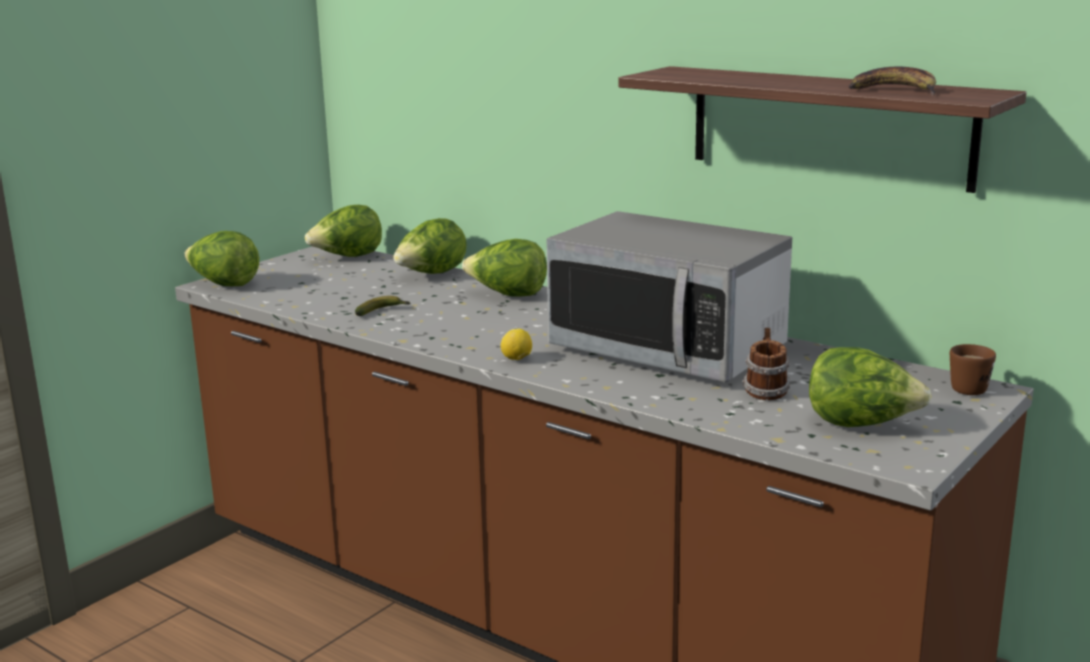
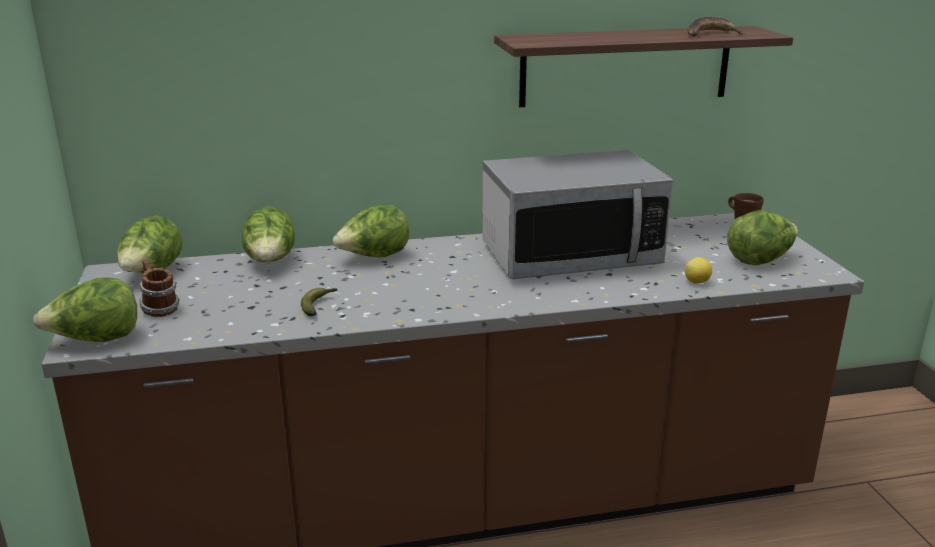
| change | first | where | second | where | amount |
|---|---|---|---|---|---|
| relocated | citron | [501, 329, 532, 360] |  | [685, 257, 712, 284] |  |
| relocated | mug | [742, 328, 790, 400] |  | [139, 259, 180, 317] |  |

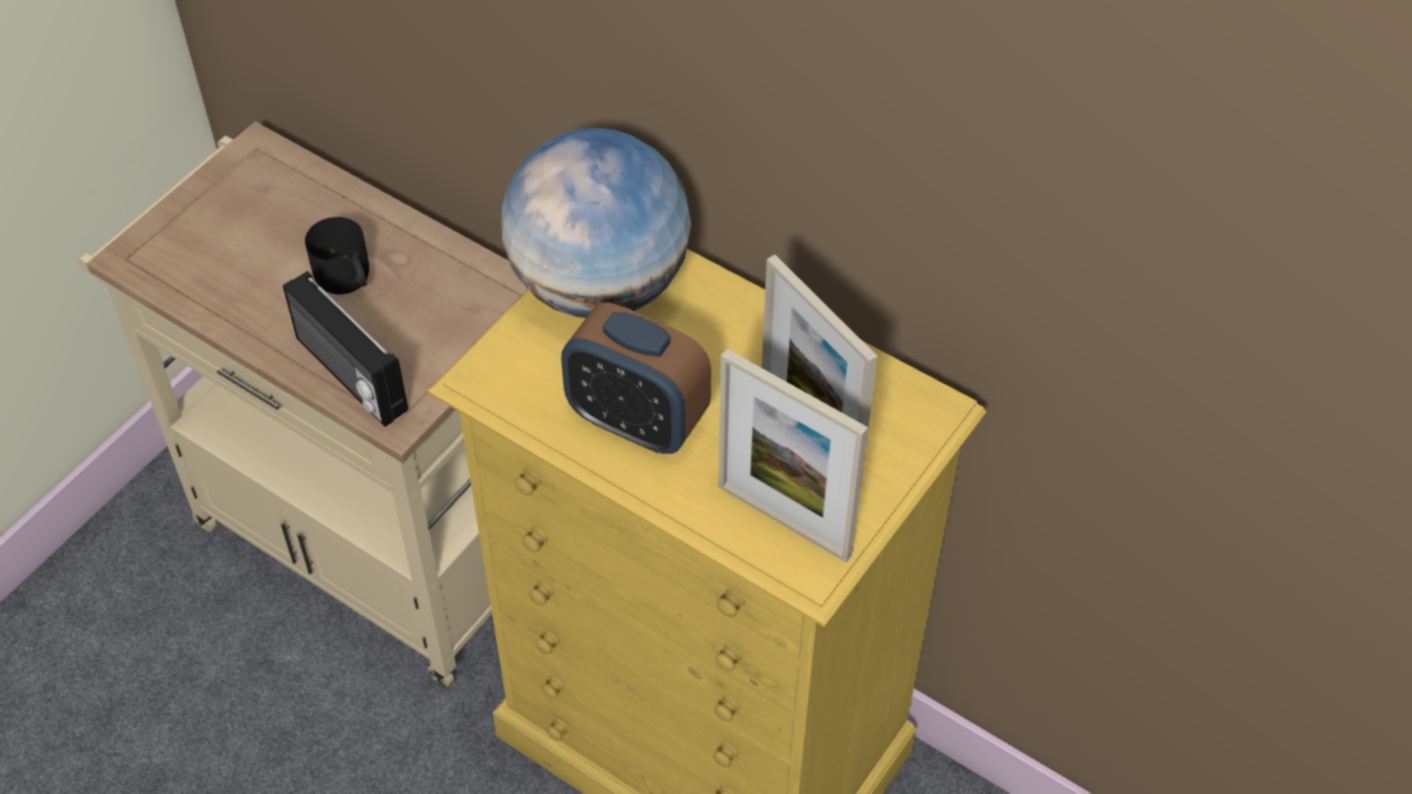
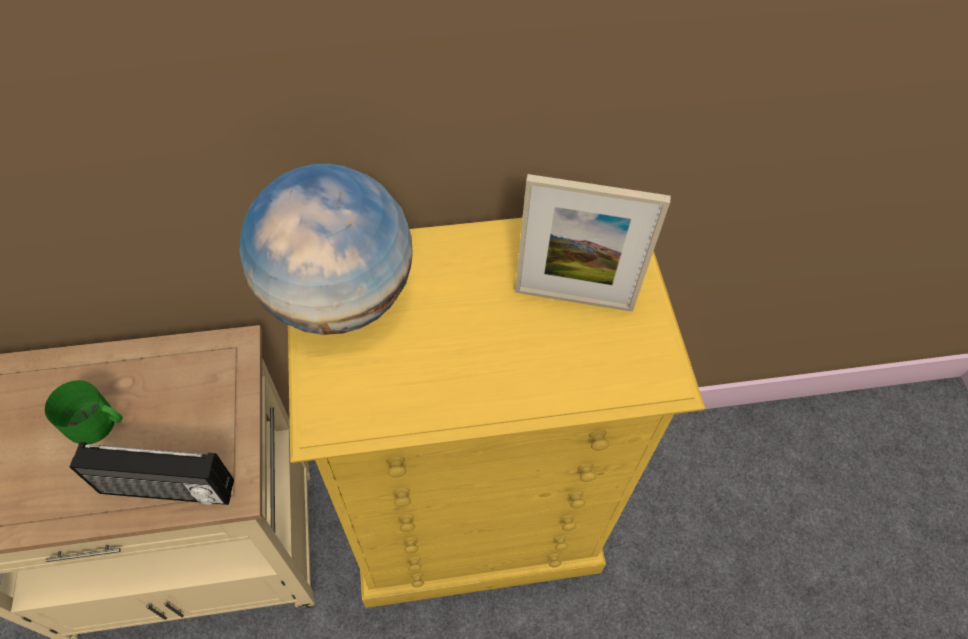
| change | first | where | second | where | amount |
|---|---|---|---|---|---|
| colour | mug [noir] | [305, 217, 369, 294] | mug [vert] | [45, 380, 123, 444] |  |
| missing | réveil | [561, 302, 711, 454] |  |  |  |
| missing | cadre photo | [718, 349, 868, 562] |  |  |  |

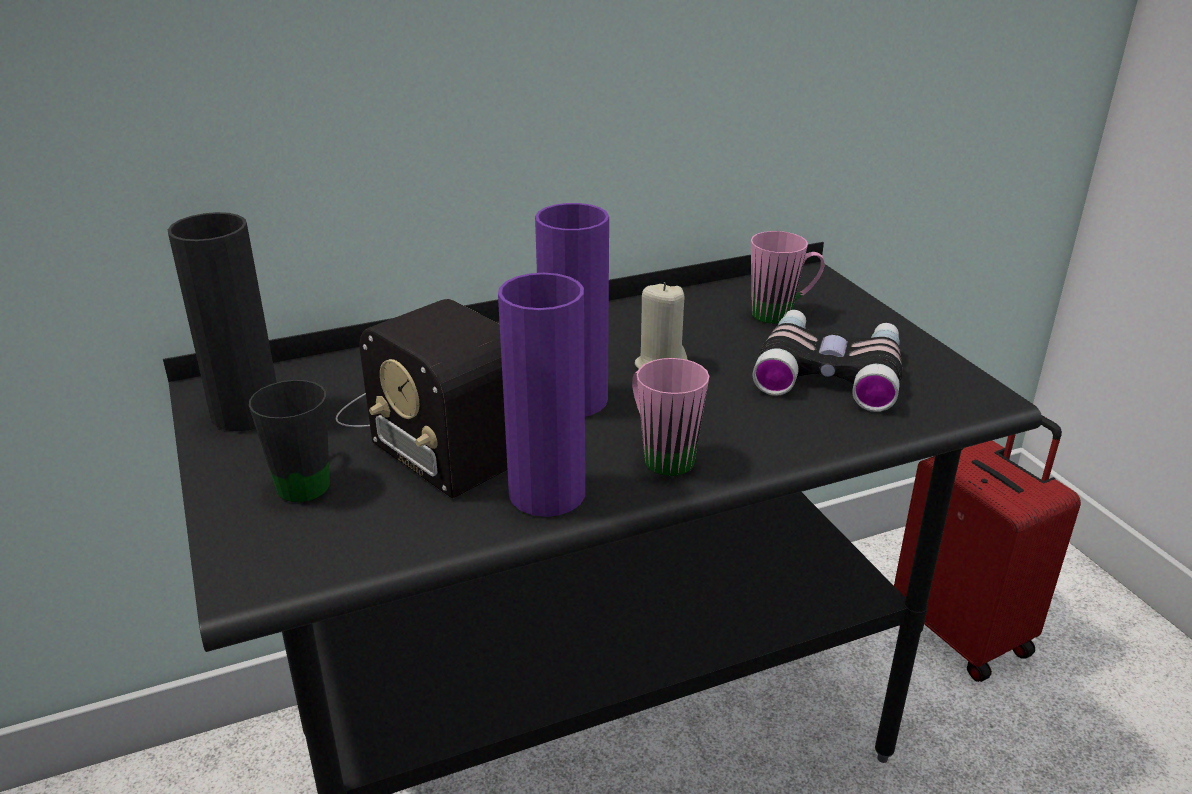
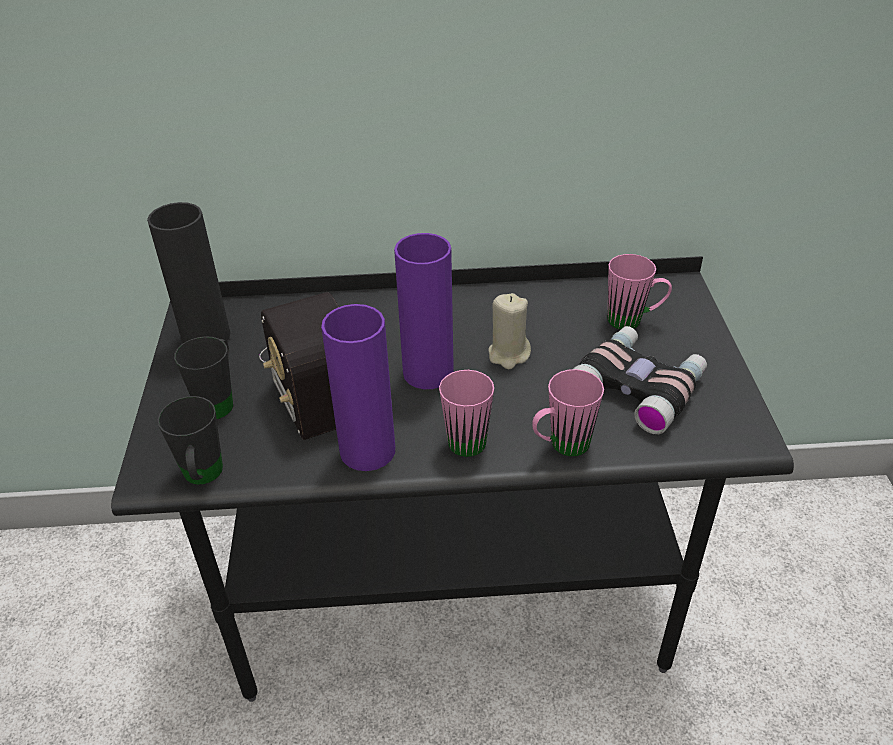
| change | first | where | second | where | amount |
|---|---|---|---|---|---|
| missing | valise [rouge] | [894, 415, 1081, 682] |  |  |  |
| appeared |  |  | mug [noir] | [158, 396, 223, 485] |  |
| appeared |  |  | mug [rose] | [532, 369, 604, 457] |  |

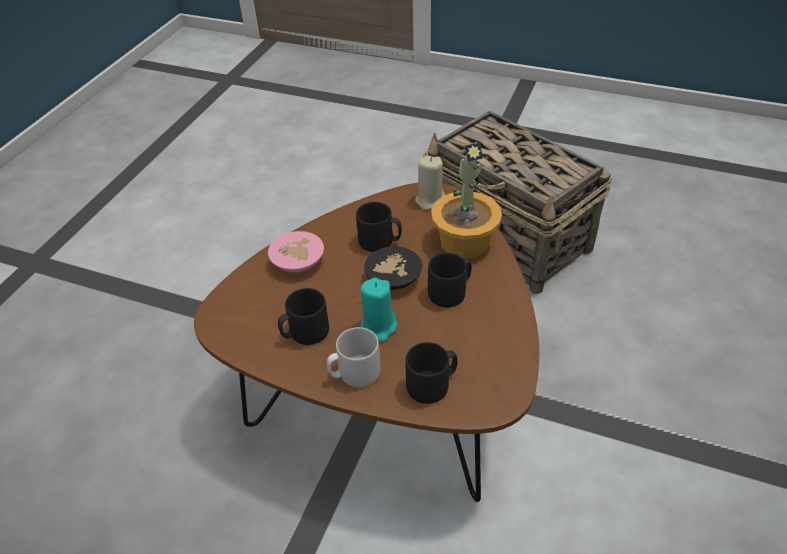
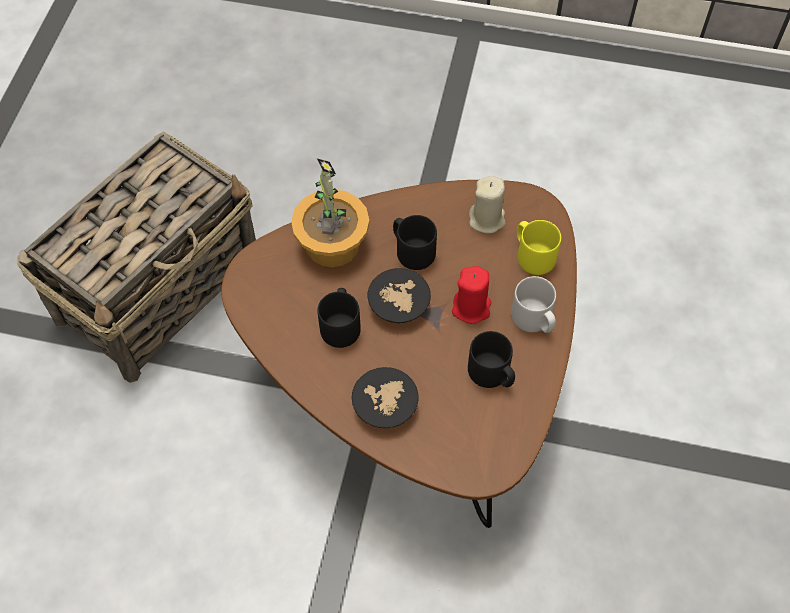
| change | first | where | second | where | amount |
|---|---|---|---|---|---|
| colour | bol [rose] | [268, 231, 324, 272] | bol [noir] | [352, 367, 418, 428] |  |
| colour | bougie [turquoise] | [360, 277, 397, 342] | bougie [rouge] | [452, 266, 491, 324] |  |
| colour | mug [noir] | [405, 342, 458, 404] | mug [jaune] | [517, 220, 561, 275] |  |
| relocated | bougie [beige] | [415, 156, 445, 210] |  | [469, 176, 506, 234] |  |

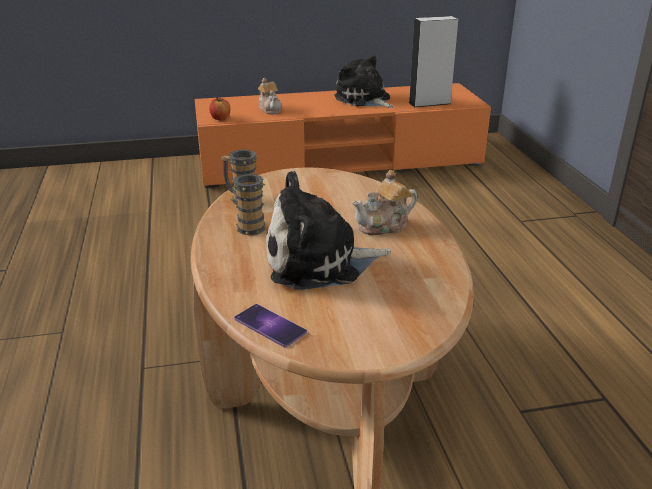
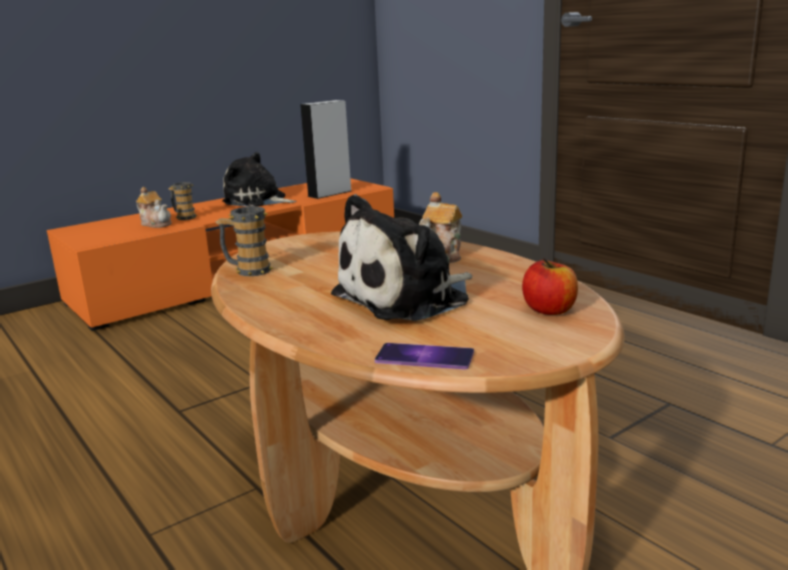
| change | first | where | second | where | amount |
|---|---|---|---|---|---|
| relocated | pomme | [209, 97, 230, 120] |  | [522, 258, 578, 315] |  |
| relocated | mug | [233, 174, 267, 235] |  | [169, 182, 197, 220] |  |

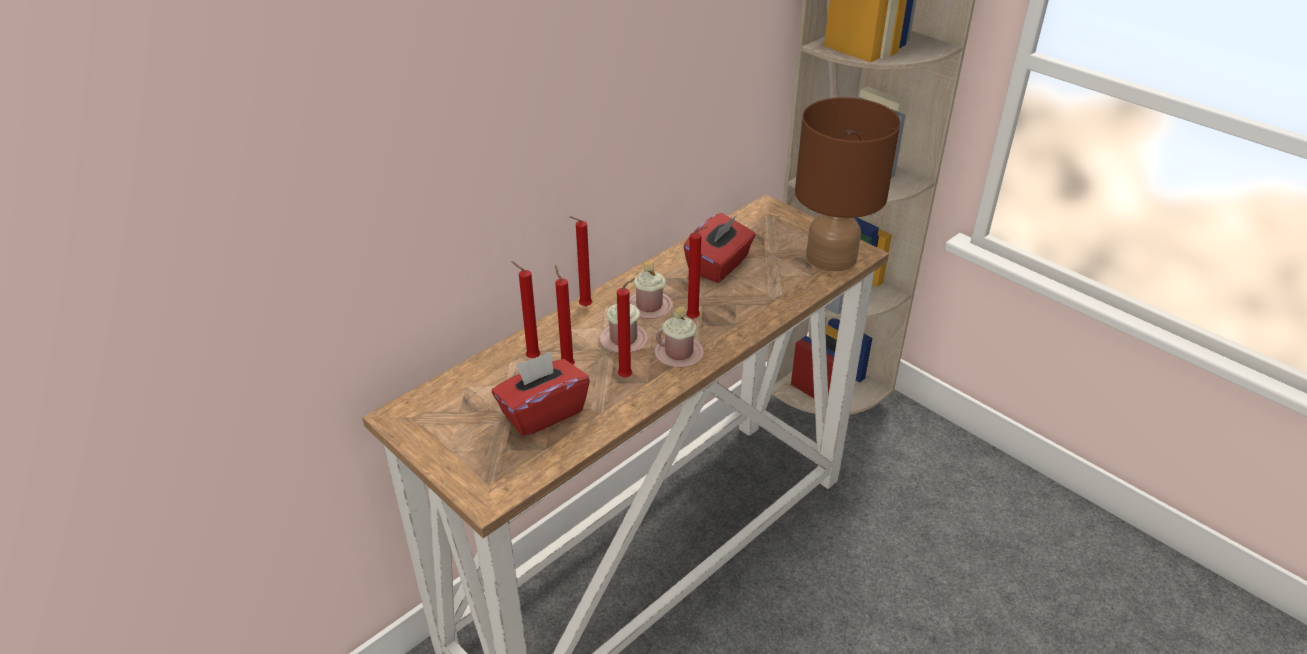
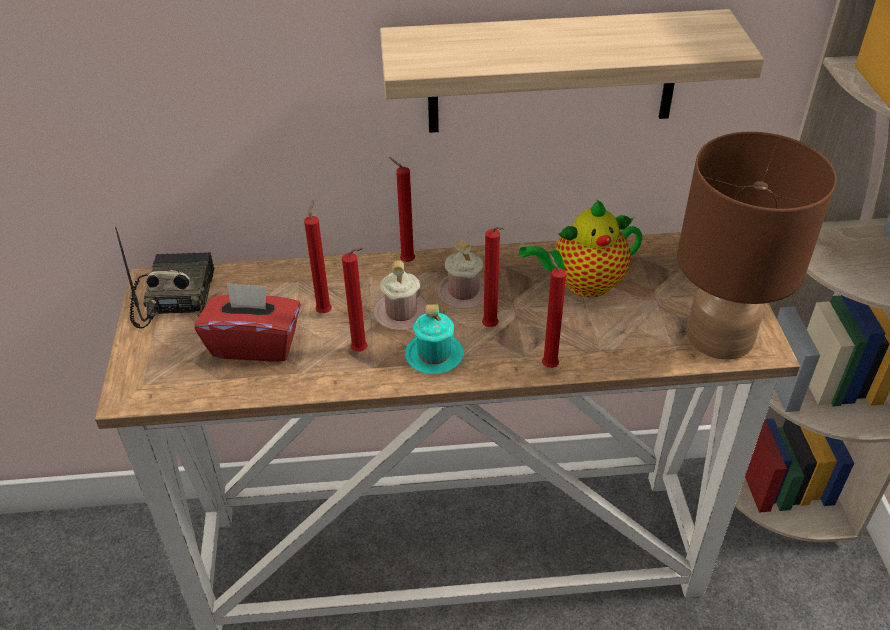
| change | first | where | second | where | amount |
|---|---|---|---|---|---|
| relocated | bougie [rouge] | [511, 261, 540, 358] |  | [542, 253, 566, 368] |  |
| colour | mug [rose] | [654, 306, 704, 368] | mug [turquoise] | [405, 304, 464, 374] |  |
| exchanged | boîte à mouchoirs [rouge] | [684, 213, 755, 283] | théière | [519, 200, 642, 297] |  |
| appeared |  |  | radio | [115, 227, 214, 329] |  |
| appeared |  |  | étagère | [380, 9, 764, 133] |  |

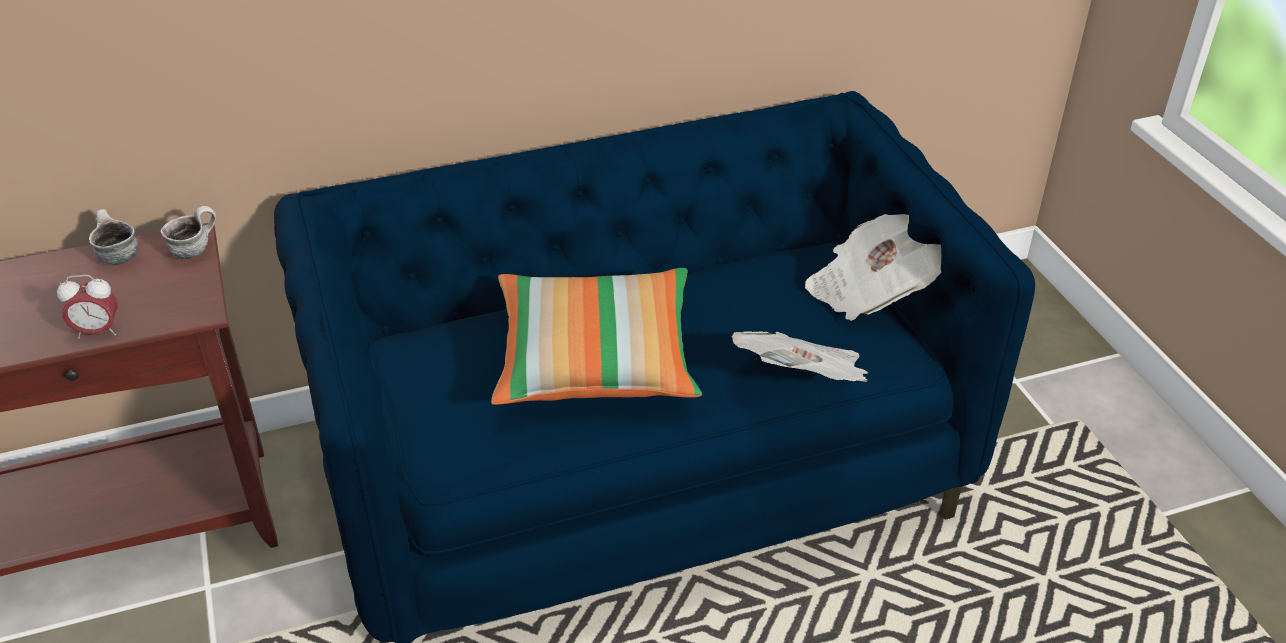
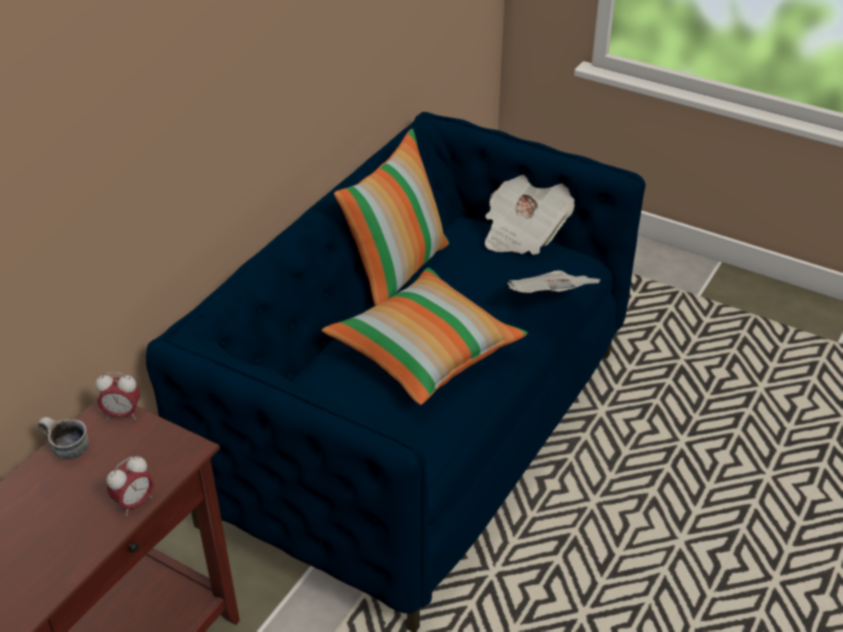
| change | first | where | second | where | amount |
|---|---|---|---|---|---|
| exchanged | mug | [161, 206, 216, 259] | réveil | [95, 372, 140, 420] |  |
| appeared |  |  | coussin | [334, 129, 449, 306] |  |

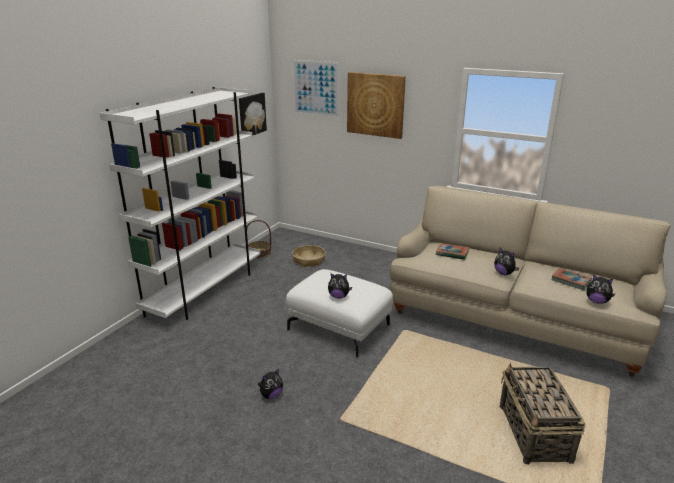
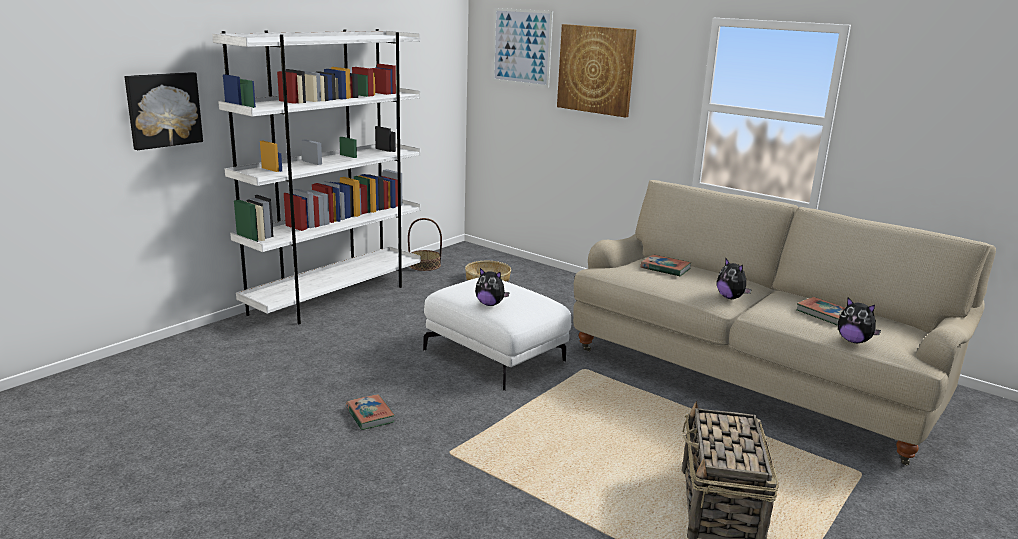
| change | first | where | second | where | amount |
|---|---|---|---|---|---|
| relocated | tableau | [239, 93, 267, 136] |  | [124, 72, 203, 150] |  |
| exchanged | peluche | [258, 369, 283, 399] | livre | [346, 394, 395, 430] |  |

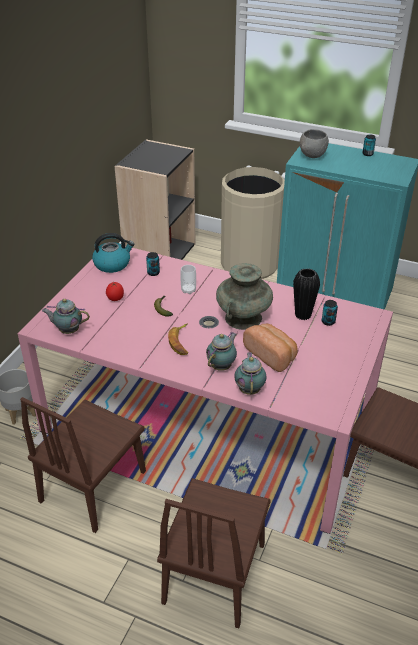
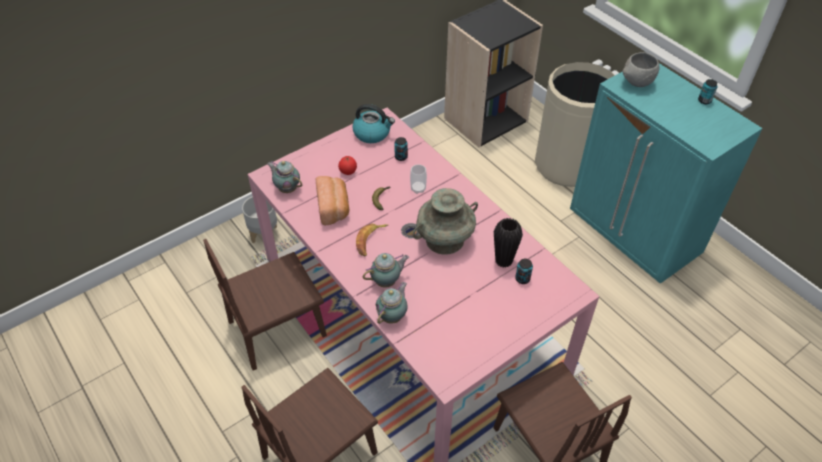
| change | first | where | second | where | amount |
|---|---|---|---|---|---|
| relocated | pain | [243, 324, 298, 372] |  | [316, 176, 349, 225] |  |

